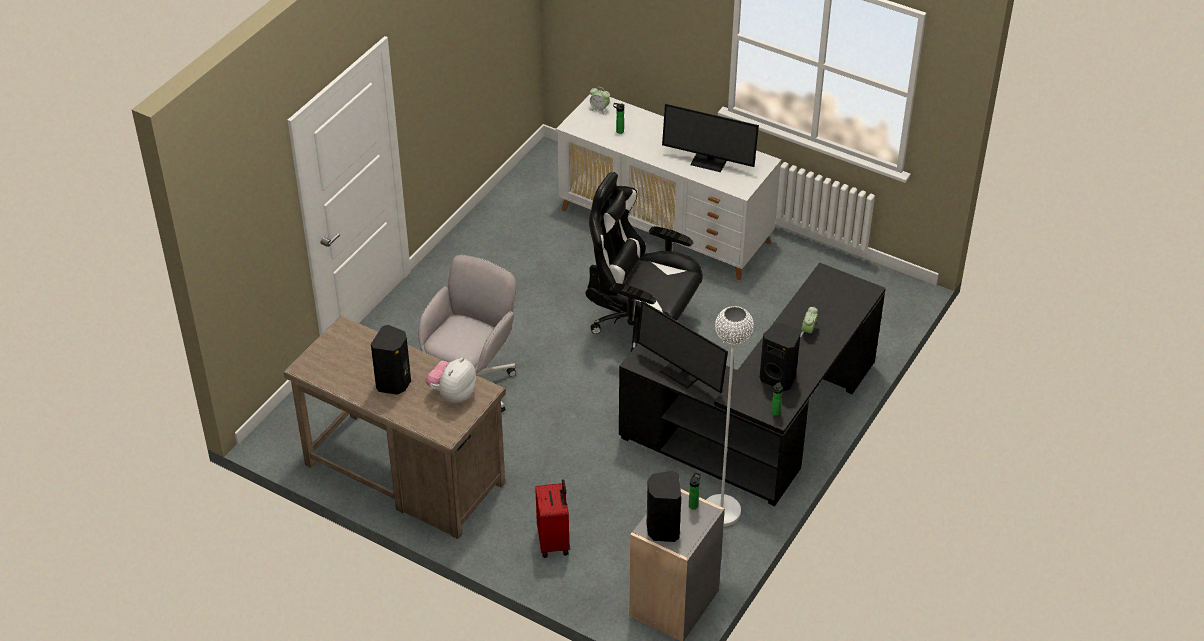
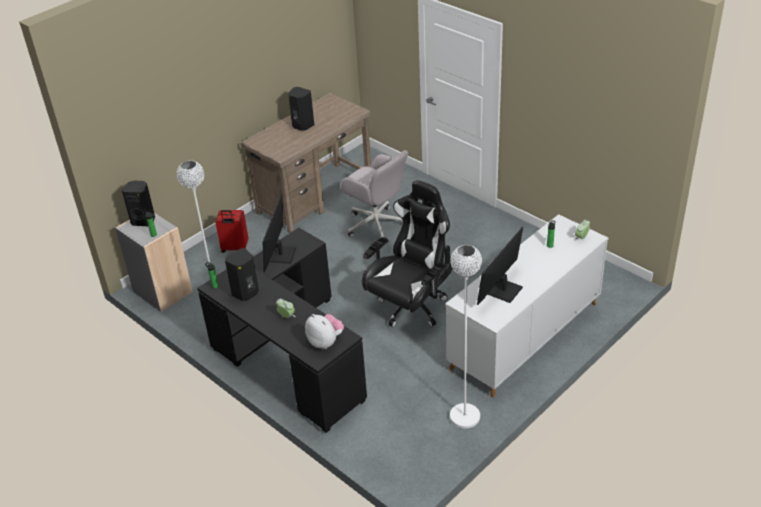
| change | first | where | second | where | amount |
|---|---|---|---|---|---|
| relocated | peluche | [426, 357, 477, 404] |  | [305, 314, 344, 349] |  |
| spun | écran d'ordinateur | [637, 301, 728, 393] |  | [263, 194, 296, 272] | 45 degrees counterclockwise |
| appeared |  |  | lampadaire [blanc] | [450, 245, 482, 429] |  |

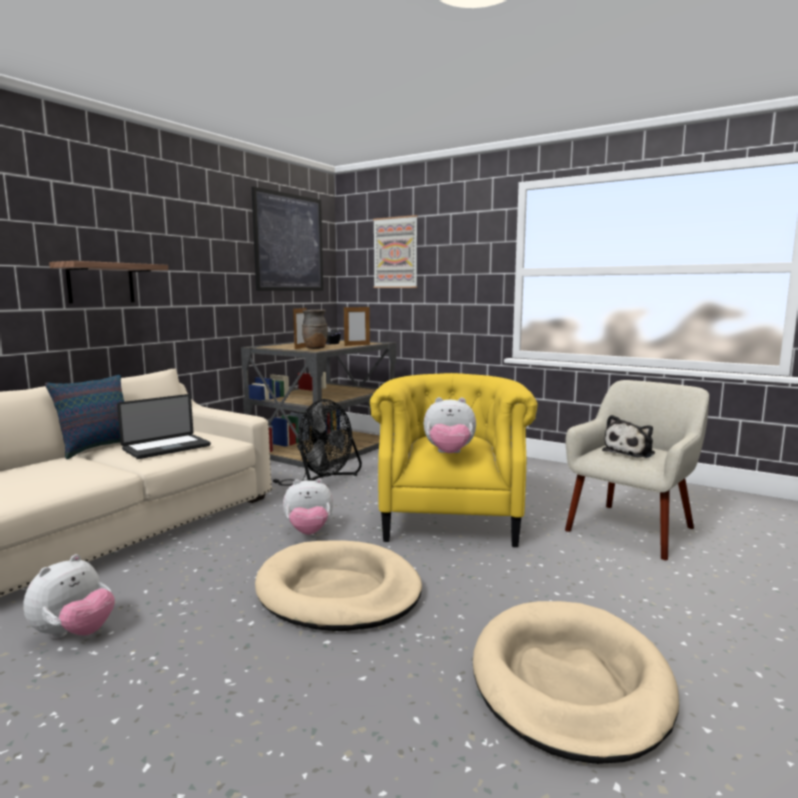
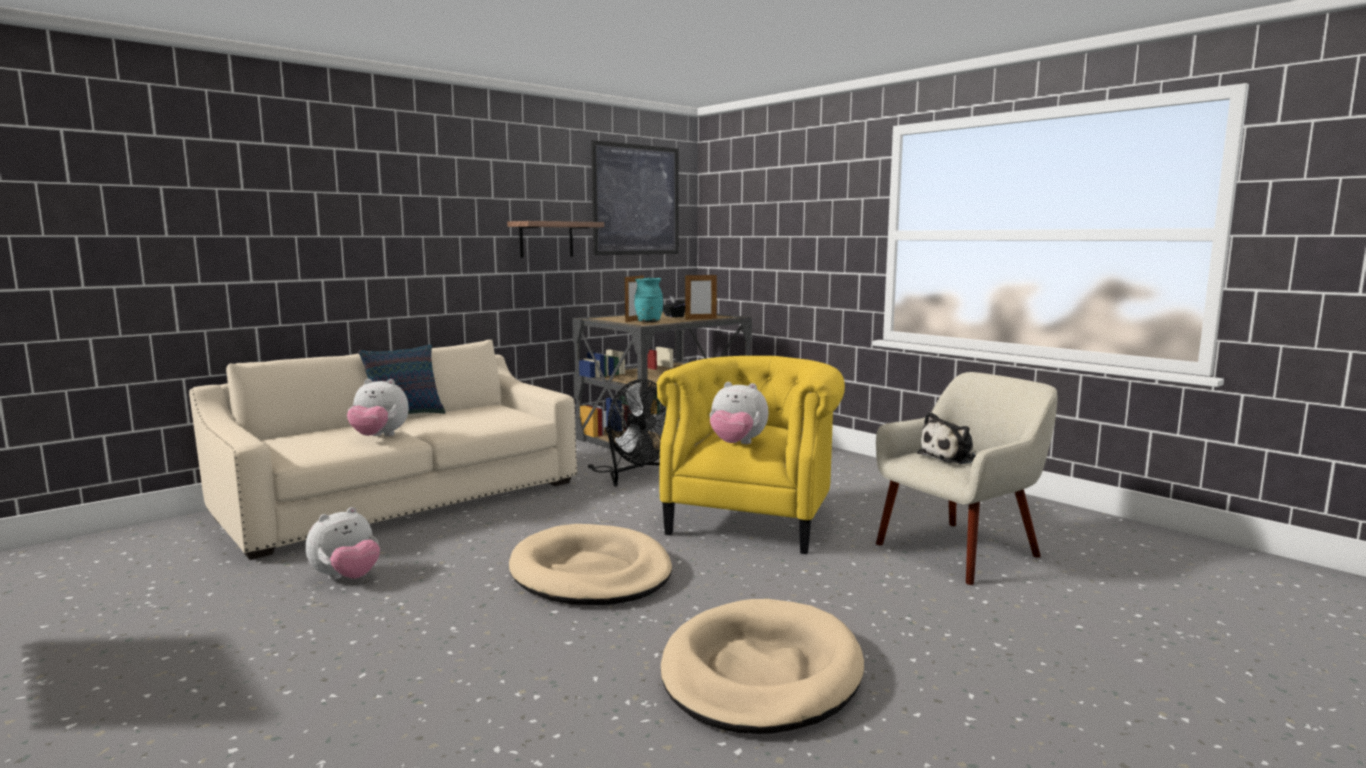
| change | first | where | second | where | amount |
|---|---|---|---|---|---|
| relocated | étagère | [49, 261, 168, 303] |  | [507, 221, 604, 258] |  |
| missing | ordinateur portable | [117, 394, 211, 459] |  |  |  |
| relocated | peluche | [283, 478, 333, 535] |  | [347, 379, 409, 436] |  |
| colour | vase [marron] | [302, 310, 328, 349] | vase [turquoise] | [635, 278, 663, 322] |  |
| missing | tableau | [373, 215, 418, 288] |  |  |  |

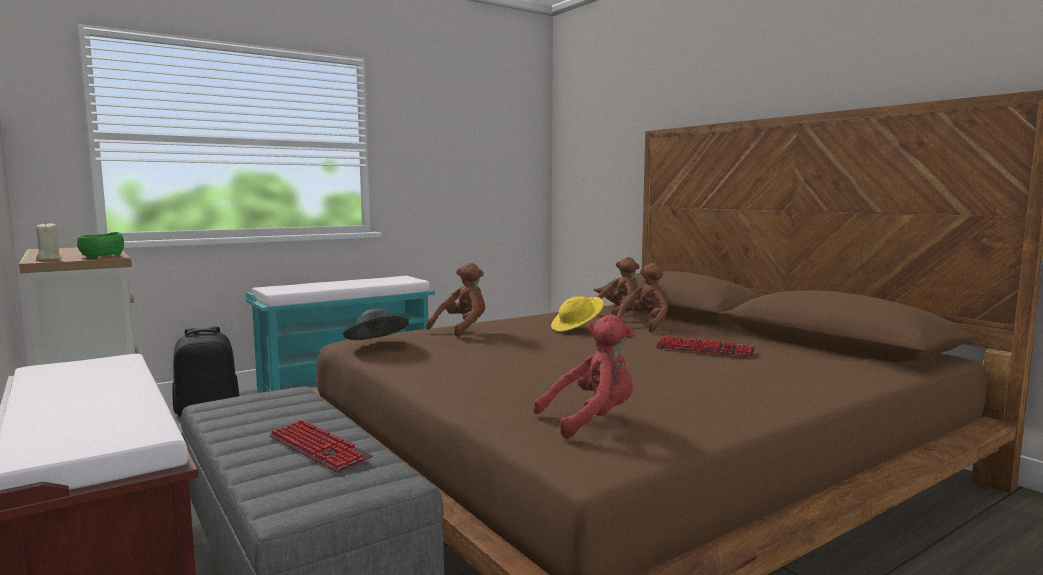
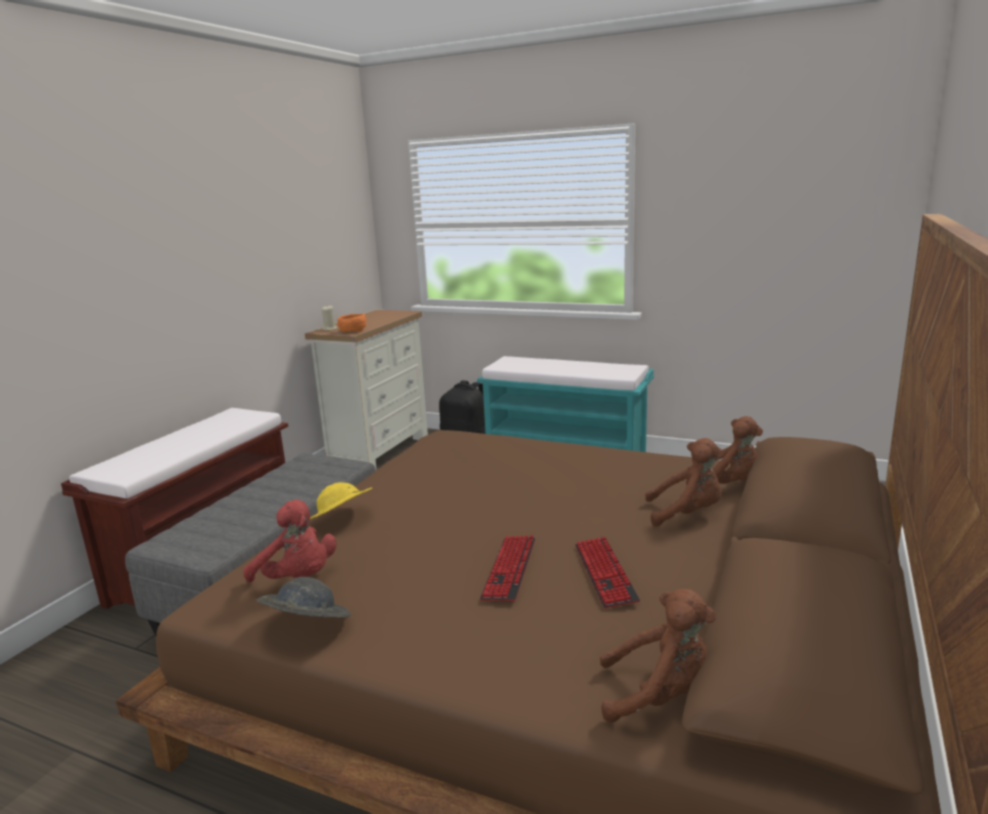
| change | first | where | second | where | amount |
|---|---|---|---|---|---|
| colour | bol [vert] | [77, 232, 124, 258] | bol [orange] | [337, 313, 366, 332] |  |
| relocated | clavier | [269, 419, 373, 473] |  | [480, 535, 535, 601] |  |
| relocated | chapeau [gris] | [343, 309, 409, 340] |  | [256, 577, 351, 618] |  |
| relocated | peluche [marron] | [426, 263, 485, 337] |  | [600, 589, 716, 723] |  |
| relocated | chapeau [jaune] | [551, 296, 604, 332] |  | [310, 482, 372, 519] |  |

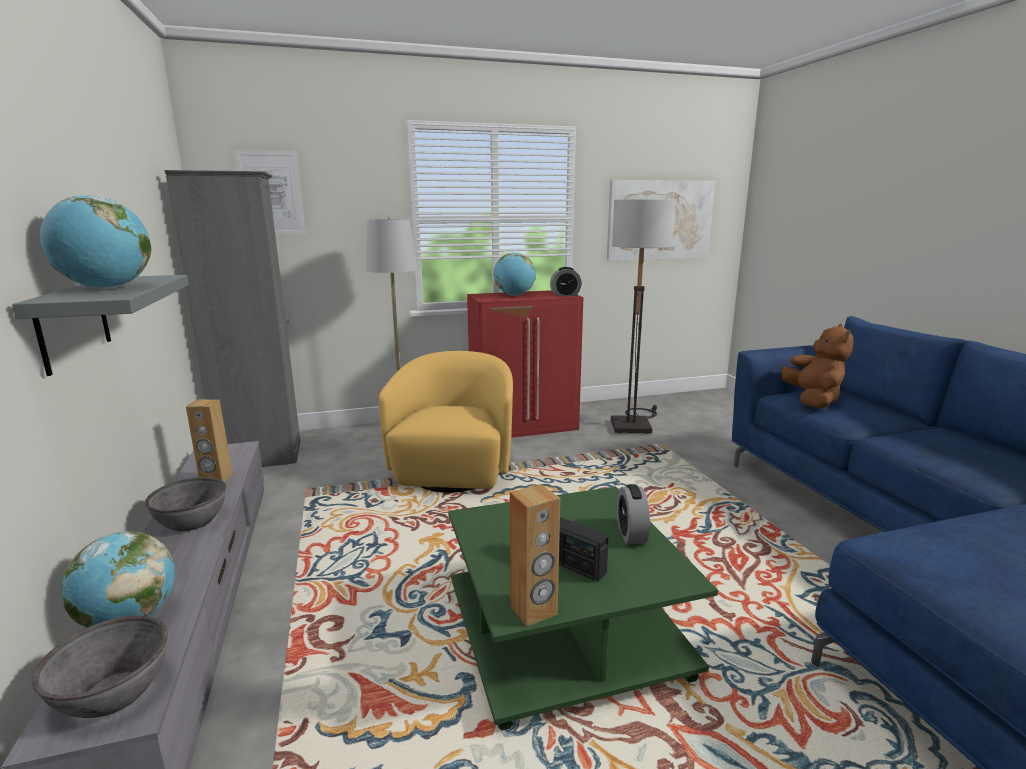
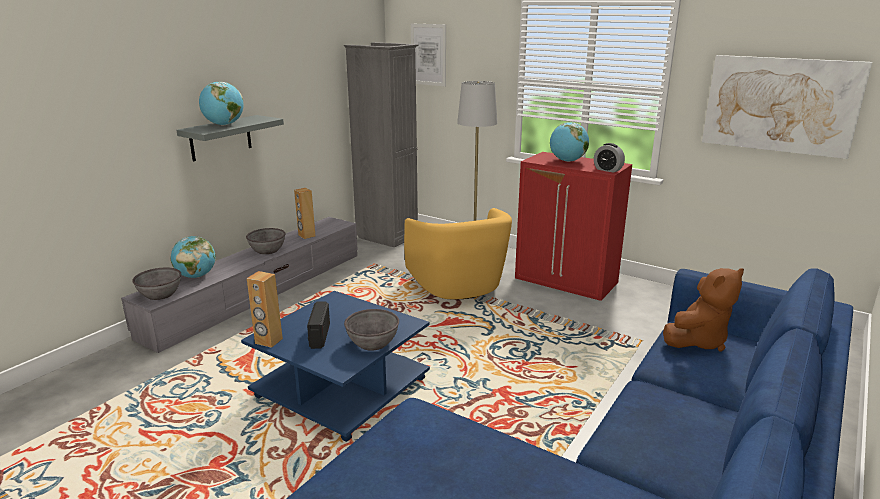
| change | first | where | second | where | amount |
|---|---|---|---|---|---|
| spun | fauteuil [jaune] | [379, 351, 513, 493] |  | [404, 208, 512, 299] | 105 degrees clockwise |
| colour | table basse [vert] | [448, 487, 718, 731] | table basse [bleu] | [241, 291, 430, 442] |  |
| missing | lampadaire | [611, 199, 676, 434] |  |  |  |
| exchanged | réveil | [617, 484, 650, 544] | bol [gris] | [344, 309, 399, 350] |  |

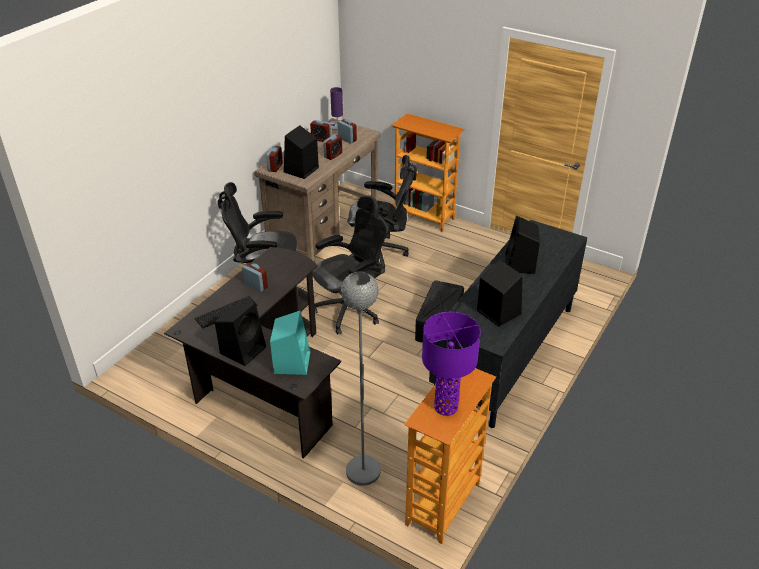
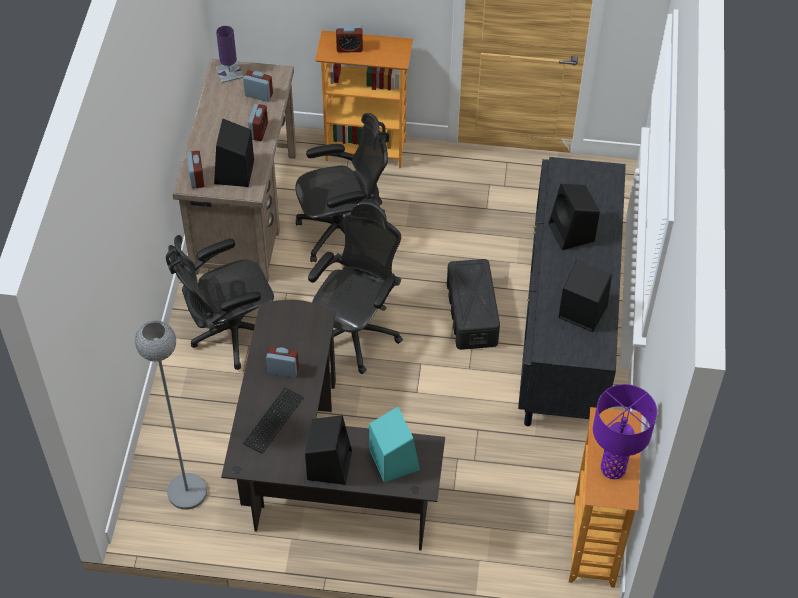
| change | first | where | second | where | amount |
|---|---|---|---|---|---|
| relocated | réveil | [310, 120, 331, 142] |  | [336, 25, 363, 53] |  |
| relocated | lampadaire [gris] | [341, 271, 381, 486] |  | [135, 321, 207, 510] |  |

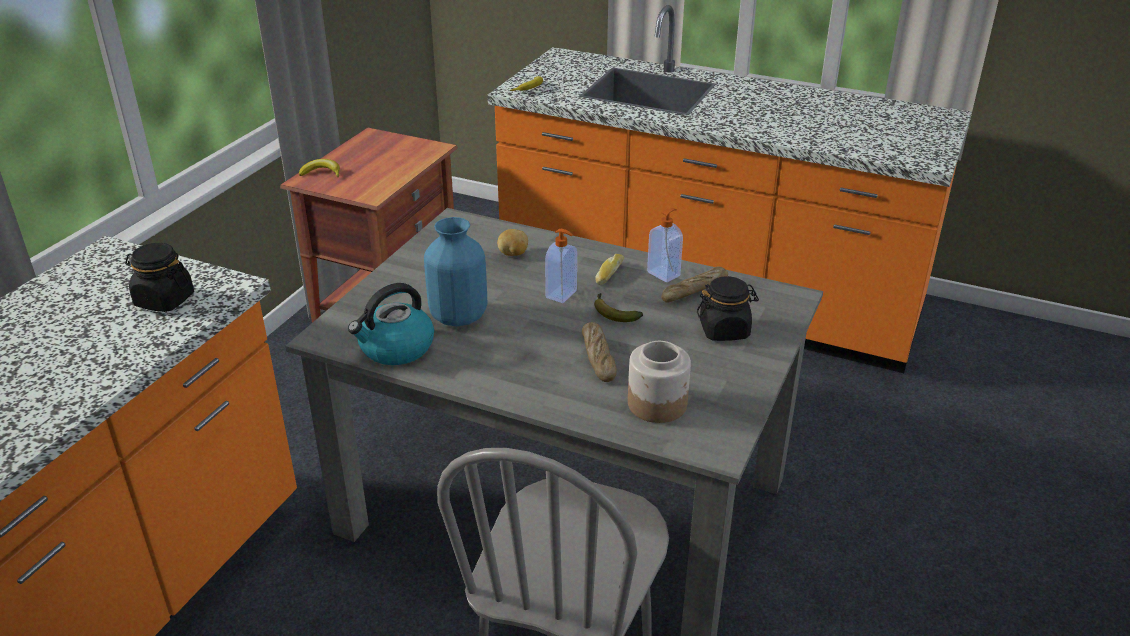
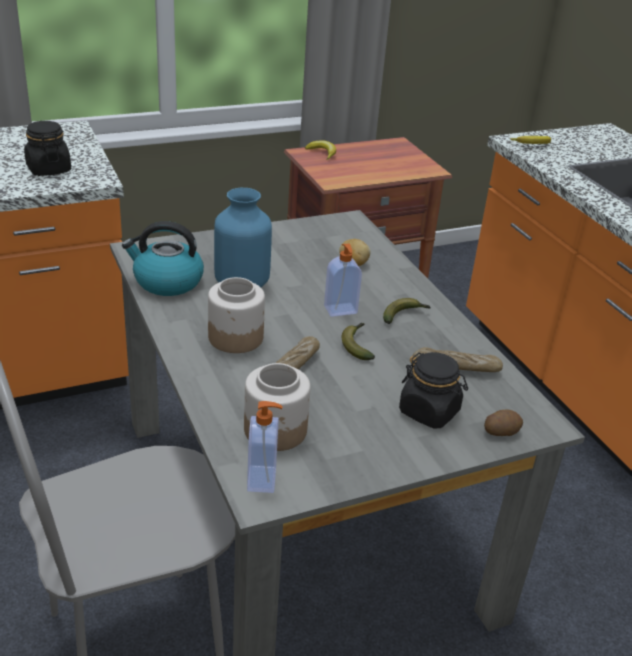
| change | first | where | second | where | amount |
|---|---|---|---|---|---|
| exchanged | pain | [595, 254, 624, 285] | banane | [383, 298, 431, 324] |  |
| relocated | distributeur de savon | [647, 208, 683, 282] |  | [247, 401, 282, 493] |  |
| appeared |  |  | bocal | [208, 277, 265, 353] |  |
| appeared |  |  | pomme de terre | [484, 410, 523, 436] |  |

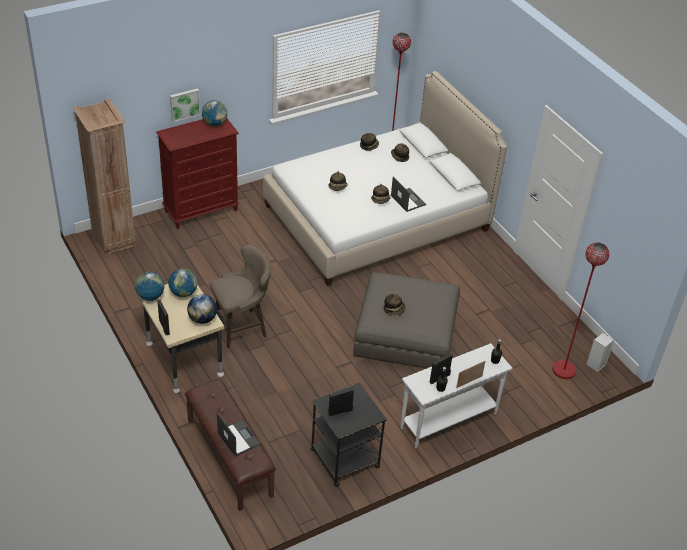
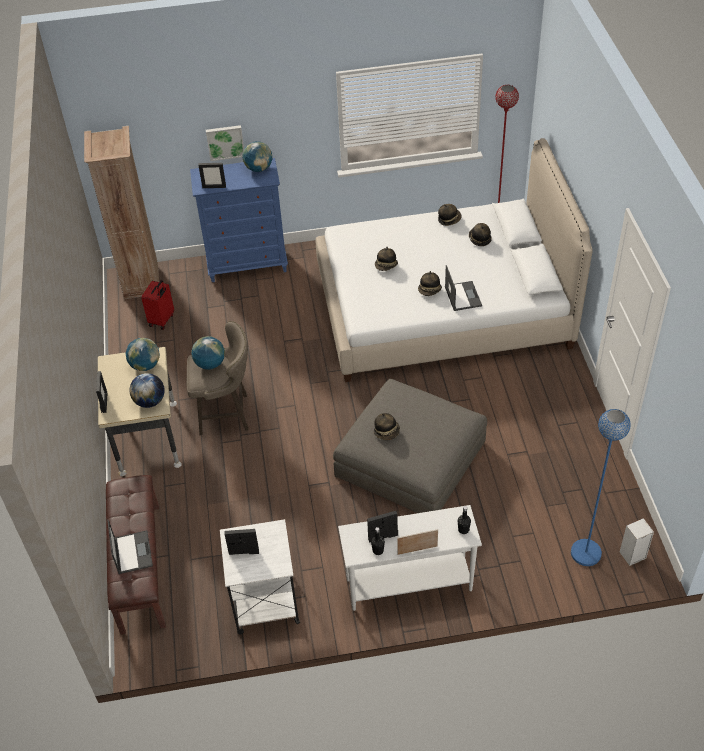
| change | first | where | second | where | amount |
|---|---|---|---|---|---|
| relocated | globe | [135, 272, 164, 301] |  | [191, 336, 225, 370] |  |
| colour | commode [rouge] | [156, 118, 239, 229] | commode [bleu] | [190, 158, 288, 282] |  |
| colour | chariot [noir] | [311, 382, 387, 487] | chariot [blanc] | [220, 519, 300, 635] |  |
| colour | lampadaire [rouge] | [552, 242, 609, 379] | lampadaire [bleu] | [571, 409, 631, 566] |  |
| appeared |  |  | valise [rouge] | [141, 280, 174, 330] |  |
| appeared |  |  | cadre photo | [198, 163, 226, 188] |  |

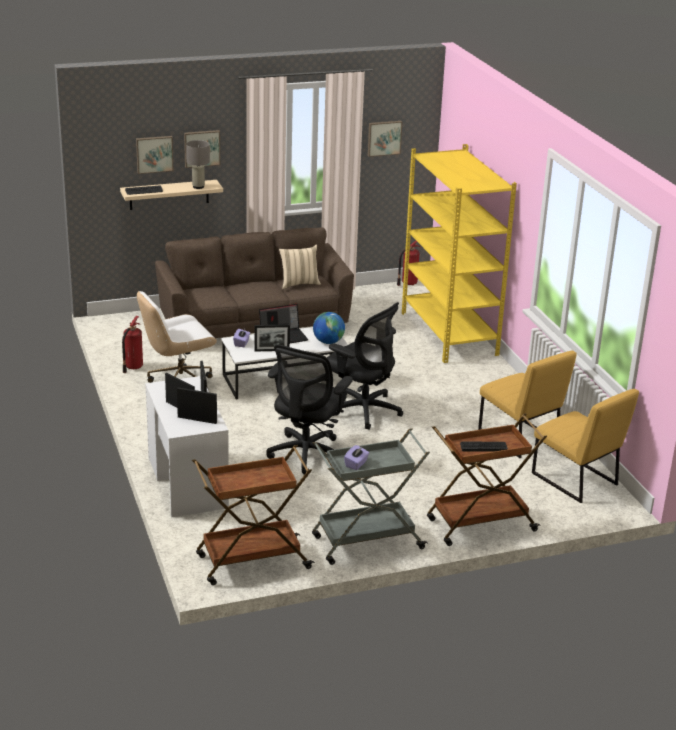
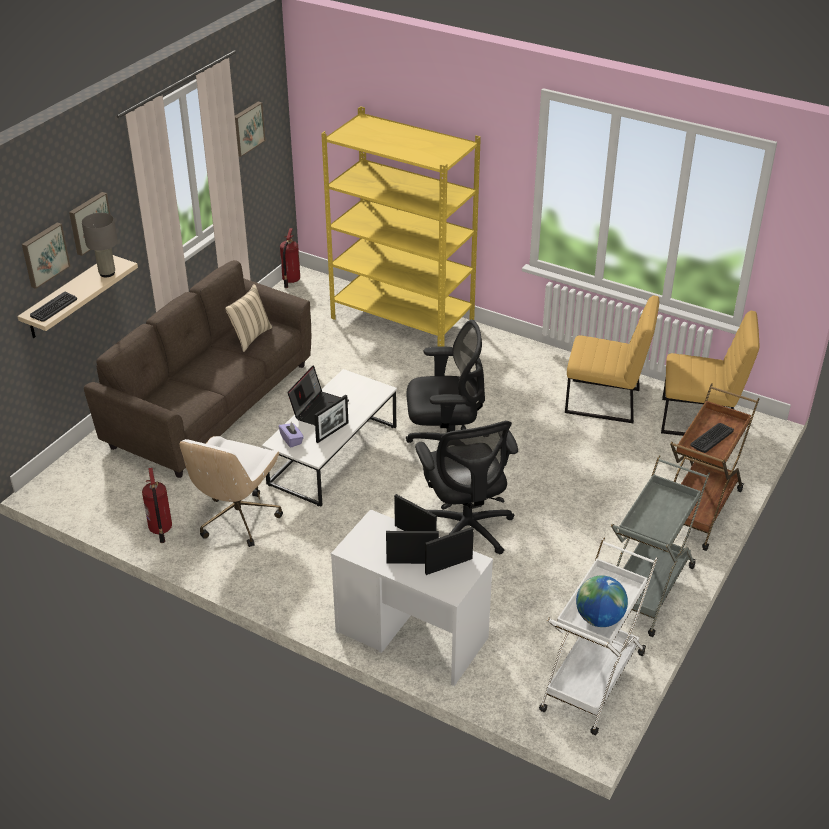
| change | first | where | second | where | amount |
|---|---|---|---|---|---|
| colour | chariot [marron] | [192, 445, 315, 585] | chariot [blanc] | [539, 538, 658, 736] |  |
| relocated | globe | [313, 312, 345, 344] |  | [576, 575, 628, 627] |  |
| missing | boîte à mouchoirs [violet] | [344, 445, 369, 470] |  |  |  |

